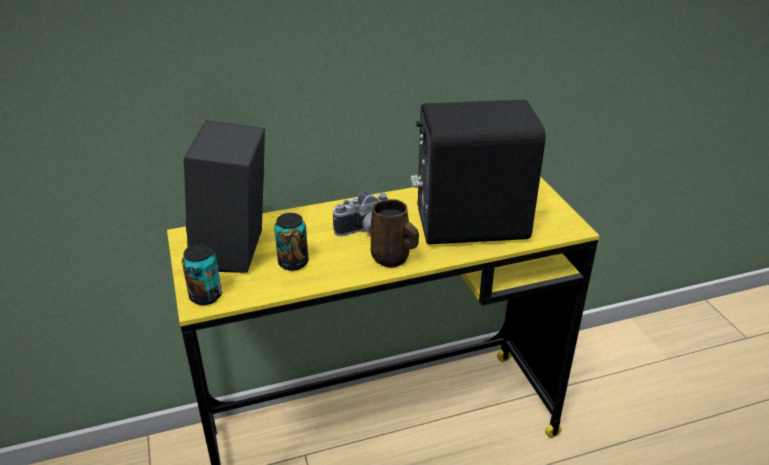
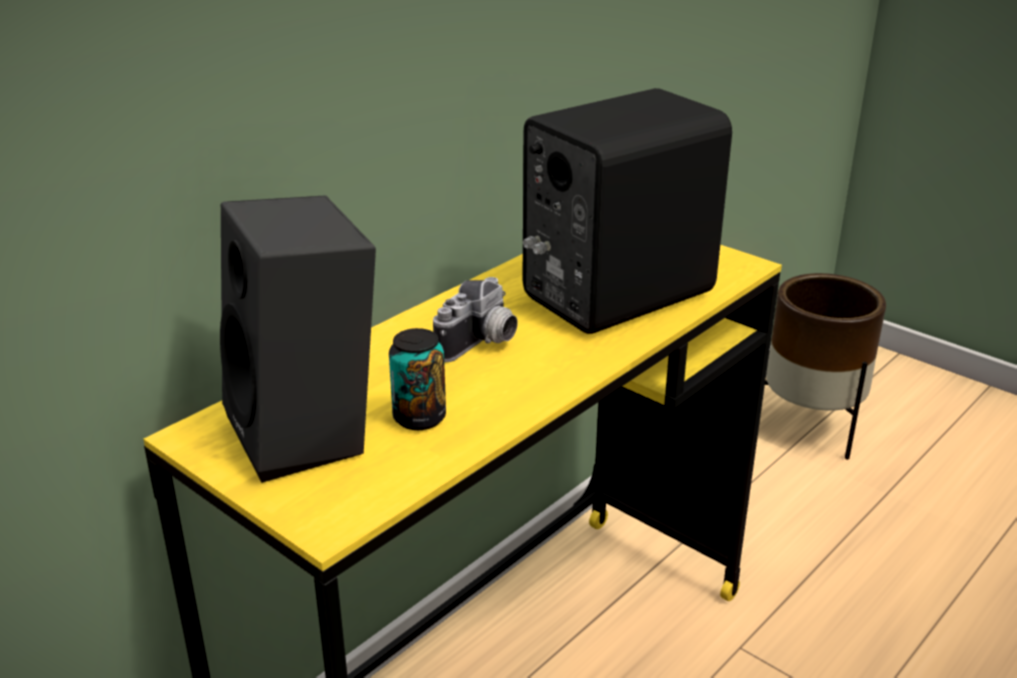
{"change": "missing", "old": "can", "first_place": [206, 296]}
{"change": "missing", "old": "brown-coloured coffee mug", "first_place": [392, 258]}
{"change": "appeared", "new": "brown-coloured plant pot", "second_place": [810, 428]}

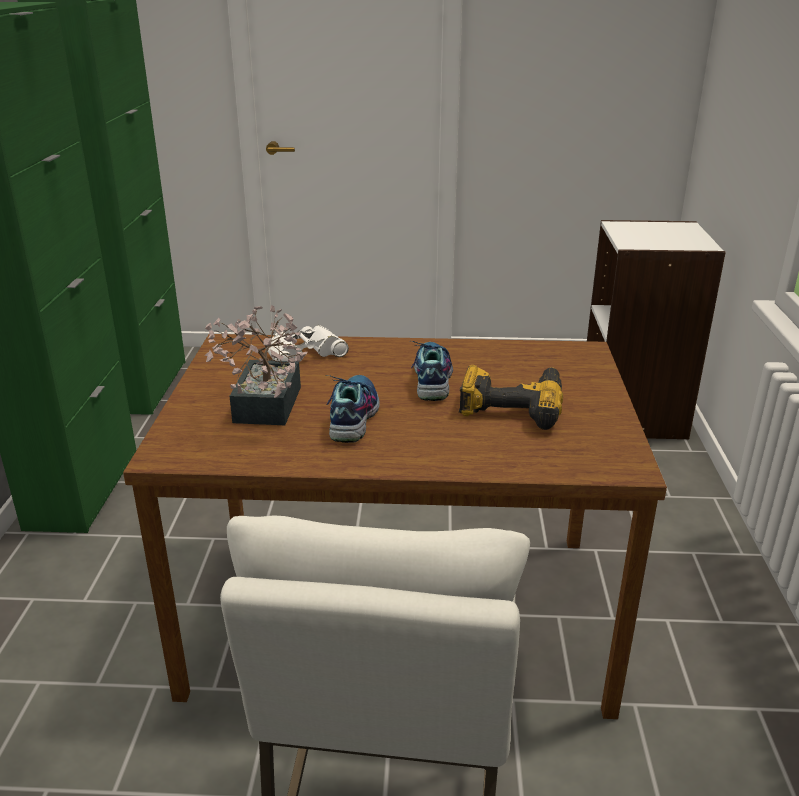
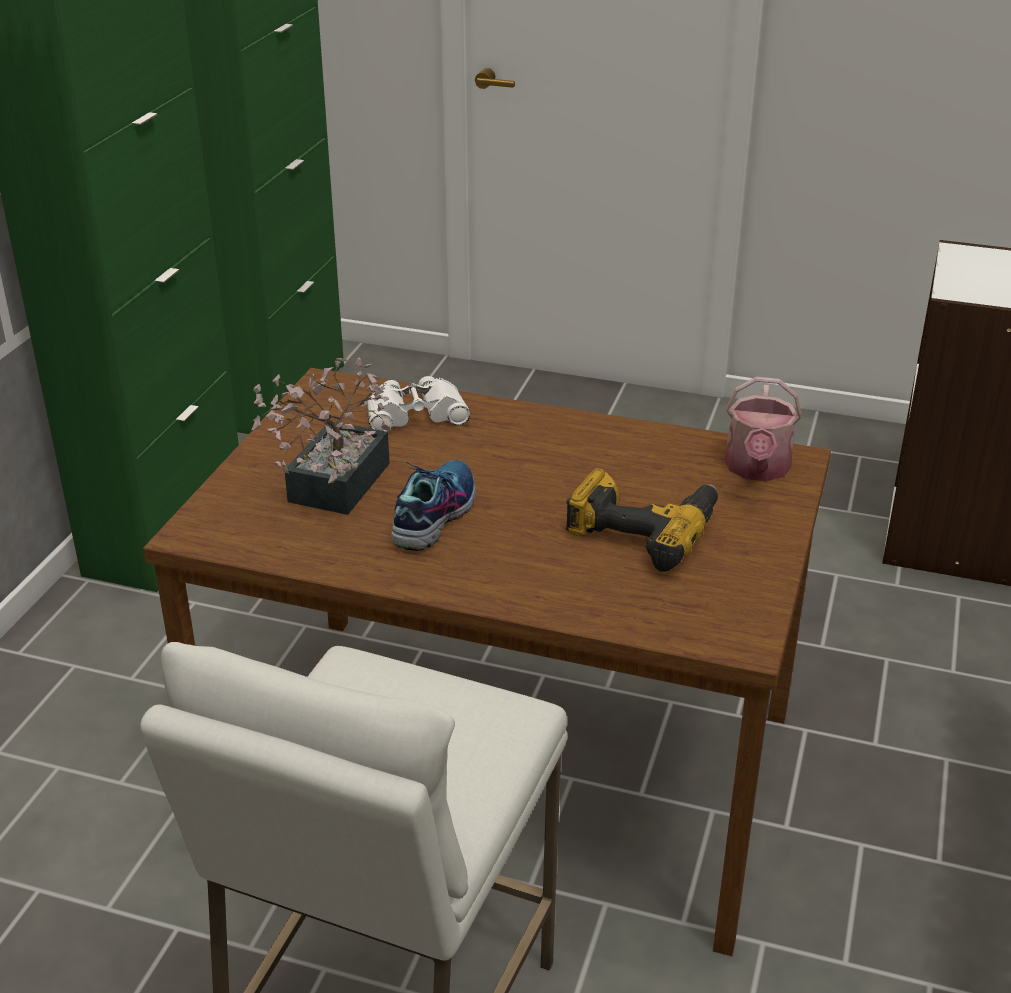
{"change": "missing", "old": "item of footwear", "first_place": [431, 379]}
{"change": "appeared", "new": "watering can", "second_place": [757, 469]}

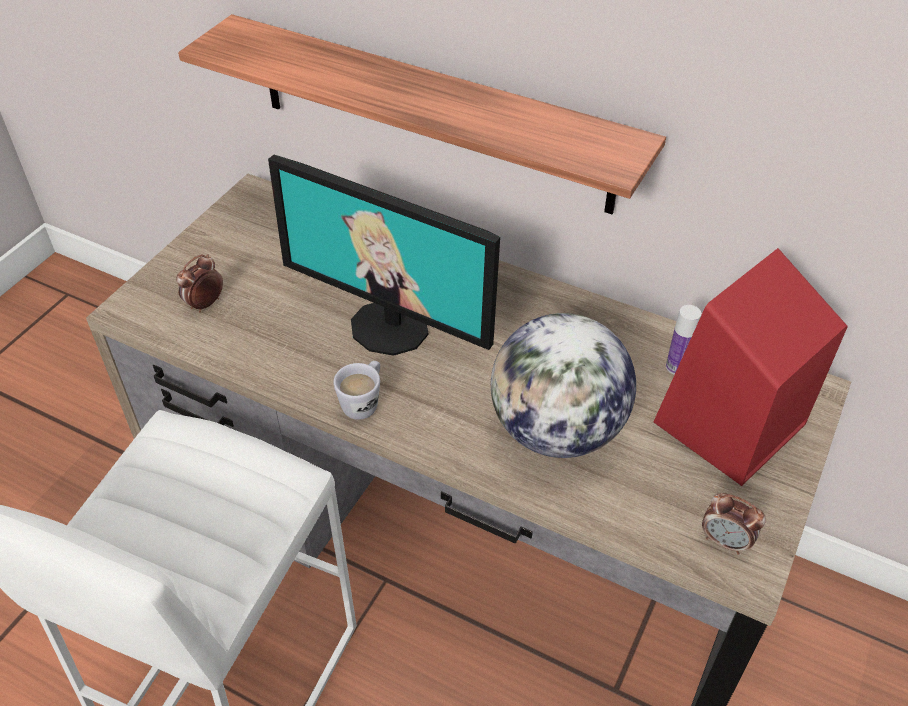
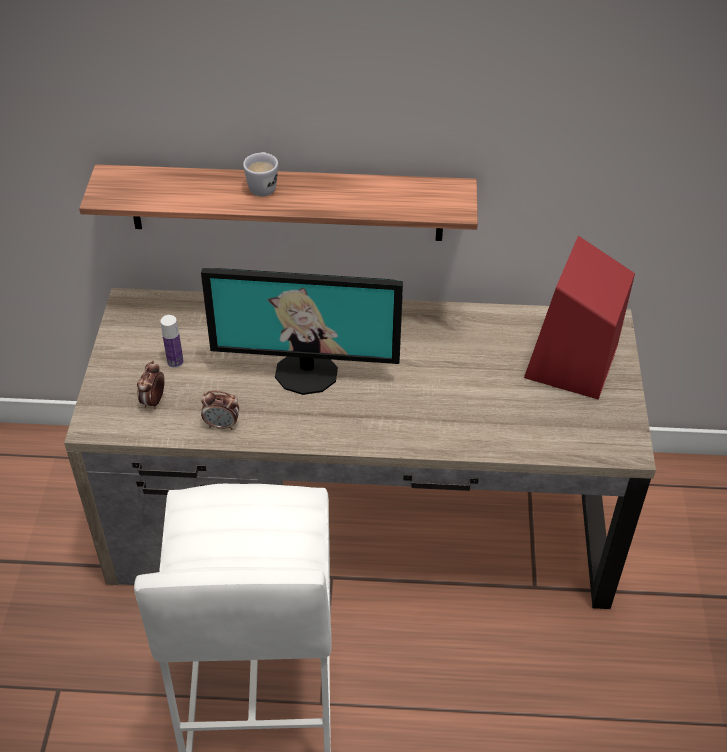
{"change": "relocated", "old": "white-coloured coffee mug", "first_place": [364, 402], "second_place": [263, 186]}
{"change": "missing", "old": "globe", "first_place": [557, 430]}
{"change": "relocated", "old": "drink bottle", "first_place": [676, 367], "second_place": [175, 362]}
{"change": "relocated", "old": "table clock", "first_place": [725, 541], "second_place": [222, 425]}

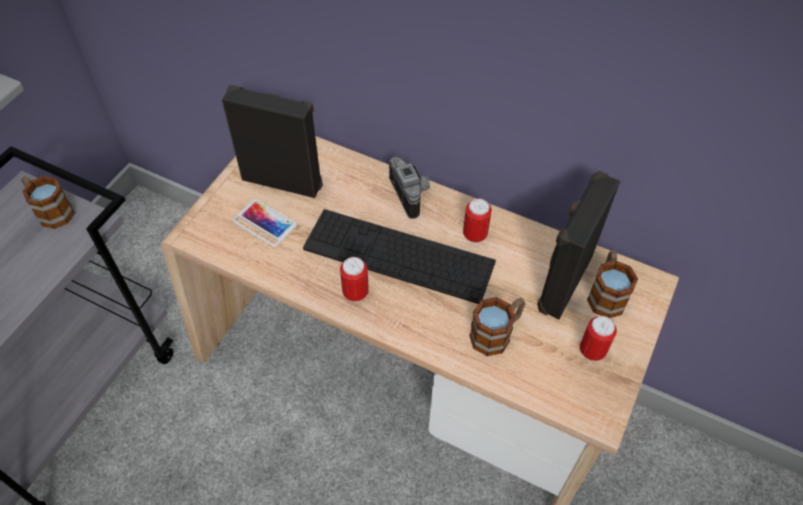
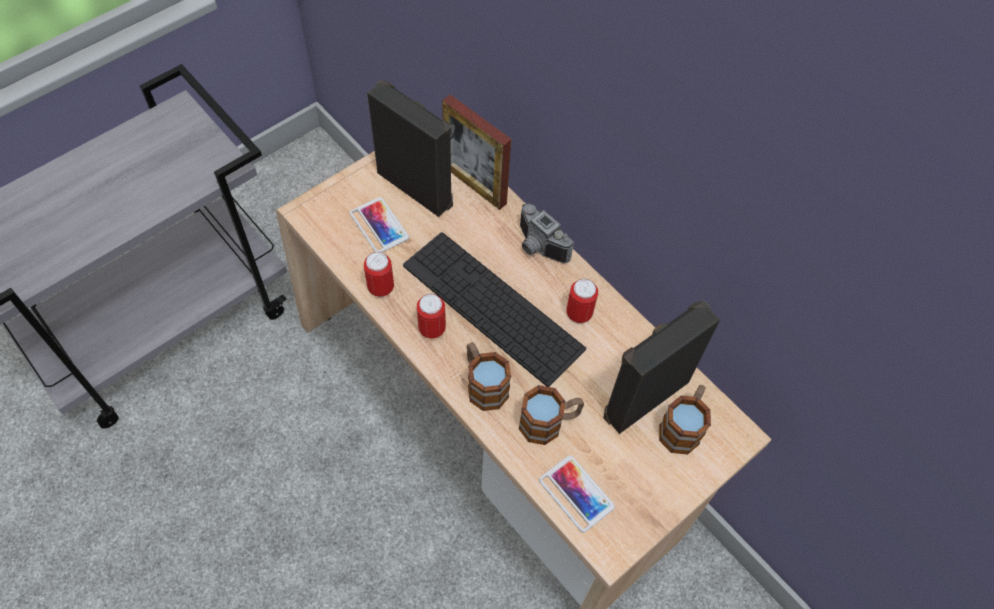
{"change": "relocated", "old": "coffee mug", "first_place": [51, 211], "second_place": [483, 384]}
{"change": "spun", "old": "still camera", "first_place": [412, 194], "second_place": [537, 247], "degrees": 135}
{"change": "relocated", "old": "can", "first_place": [592, 351], "second_place": [381, 288]}
{"change": "appeared", "new": "picture frame", "second_place": [475, 185]}
{"change": "appeared", "new": "phone", "second_place": [576, 493]}

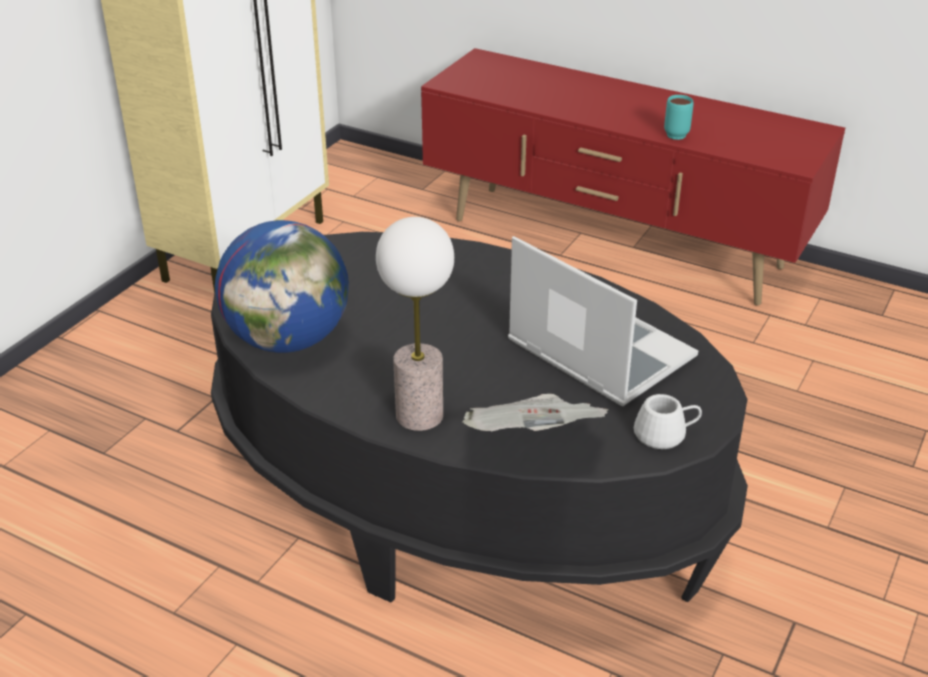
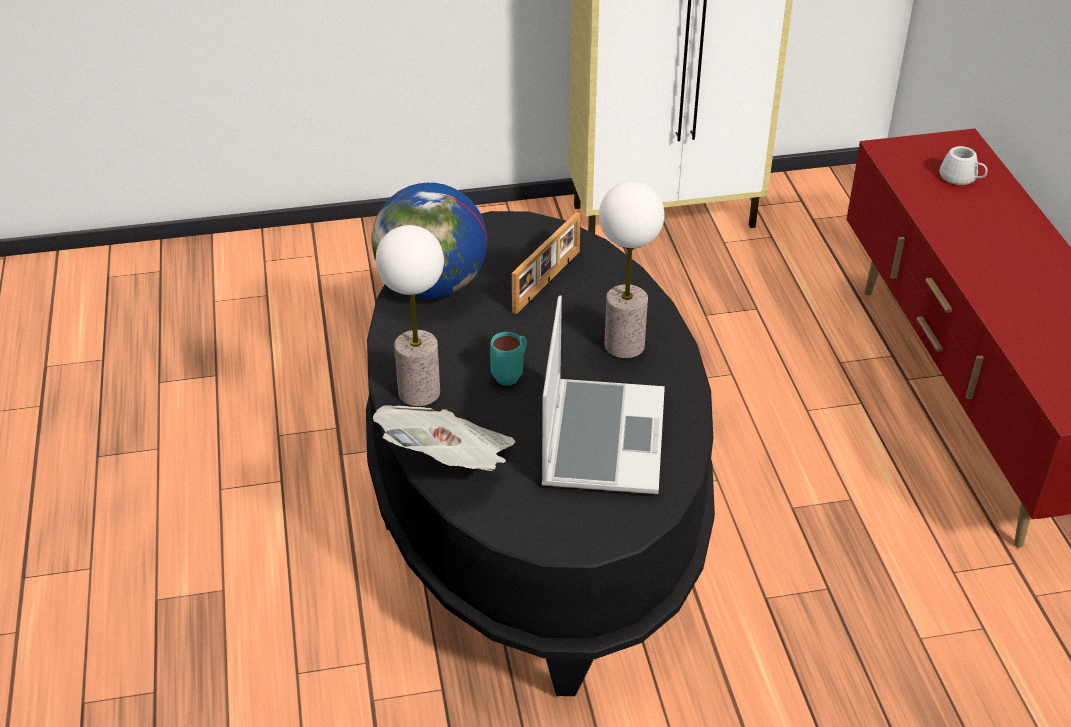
{"change": "relocated", "old": "white-coloured coffee mug", "first_place": [666, 434], "second_place": [962, 178]}
{"change": "relocated", "old": "turquoise coffee mug", "first_place": [674, 133], "second_place": [511, 375]}
{"change": "appeared", "new": "picture frame", "second_place": [548, 282]}
{"change": "appeared", "new": "tabletop lamp", "second_place": [624, 345]}

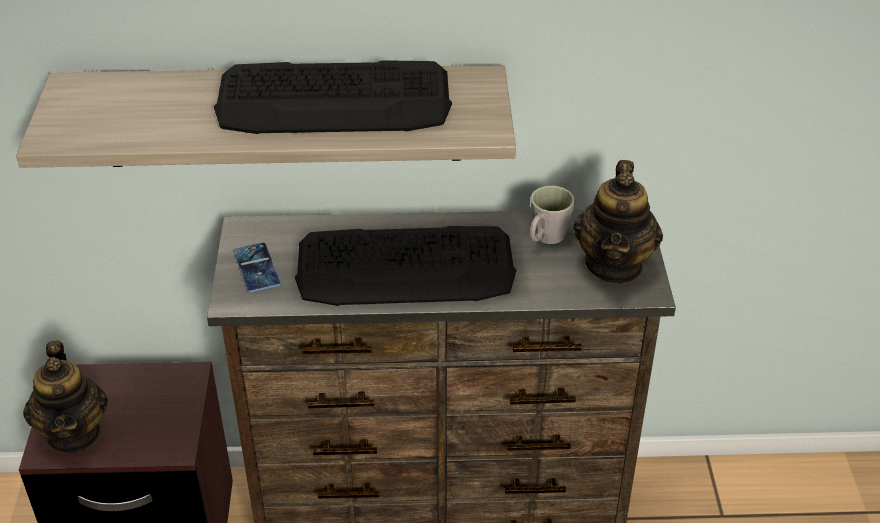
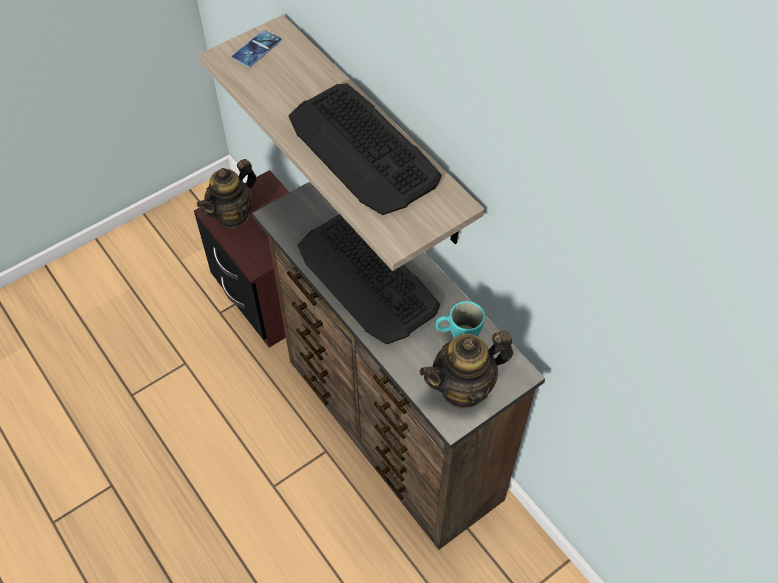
{"change": "relocated", "old": "phone", "first_place": [256, 268], "second_place": [256, 49]}
{"change": "colour", "old": "grey coffee mug", "new": "turquoise coffee mug", "first_place": [545, 238], "second_place": [458, 334]}

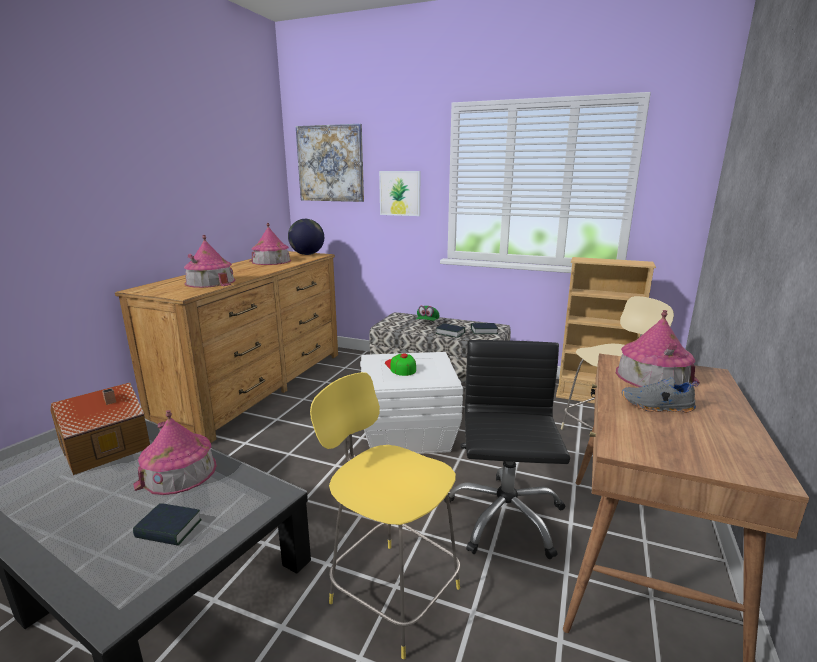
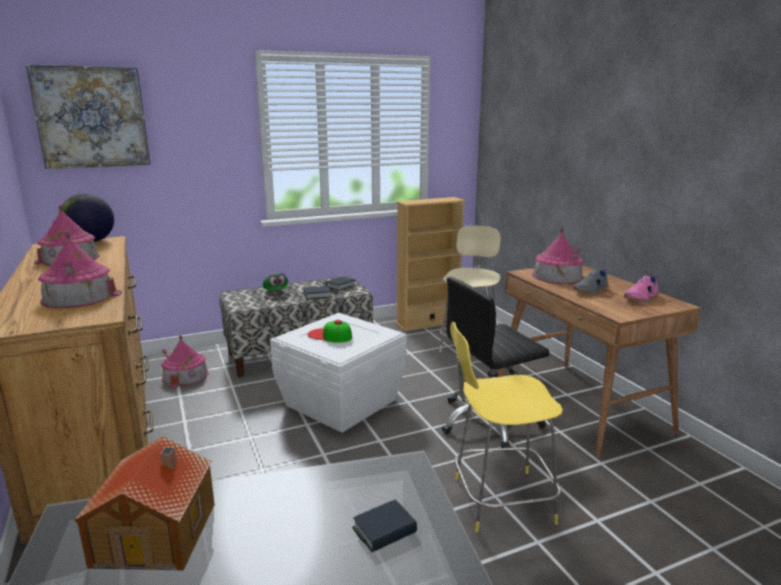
{"change": "relocated", "old": "model house", "first_place": [179, 472], "second_place": [185, 375]}
{"change": "missing", "old": "wall picture", "first_place": [400, 193]}
{"change": "spun", "old": "blackish computer chair", "first_place": [504, 516], "second_place": [489, 421], "degrees": -75}
{"change": "appeared", "new": "pink item of footwear", "second_place": [641, 298]}

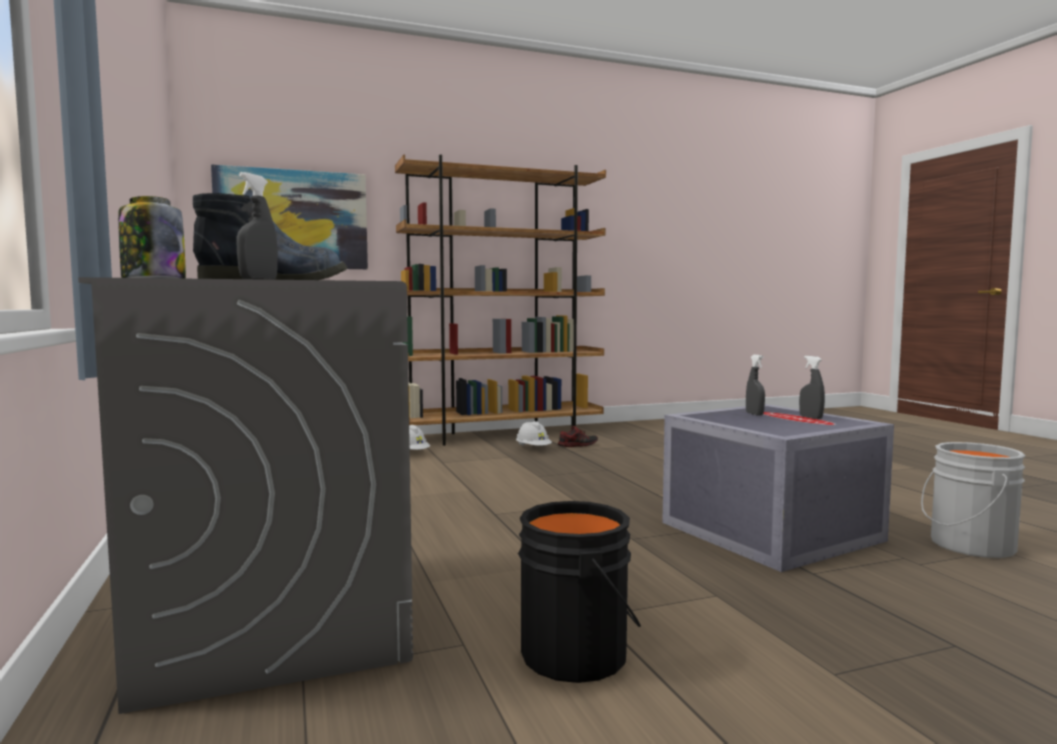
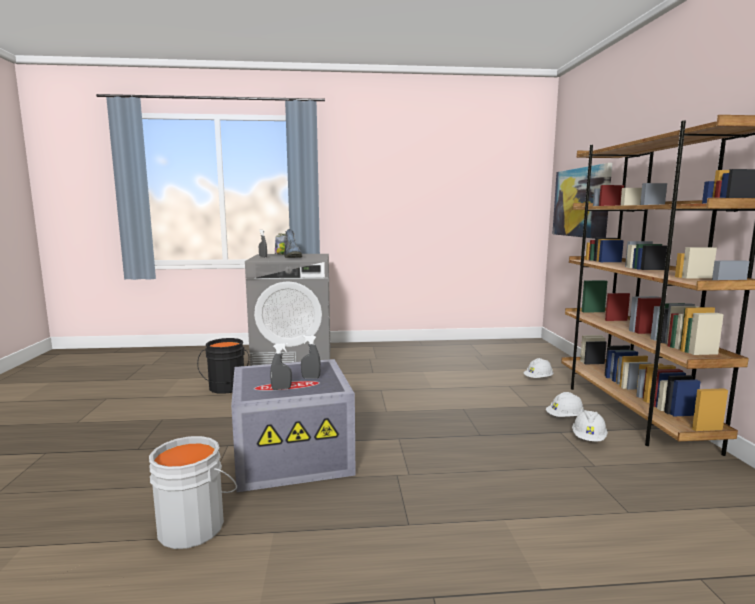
{"change": "exchanged", "old": "item of footwear", "new": "white-coloured work helmet", "first_place": [577, 445], "second_place": [589, 439]}

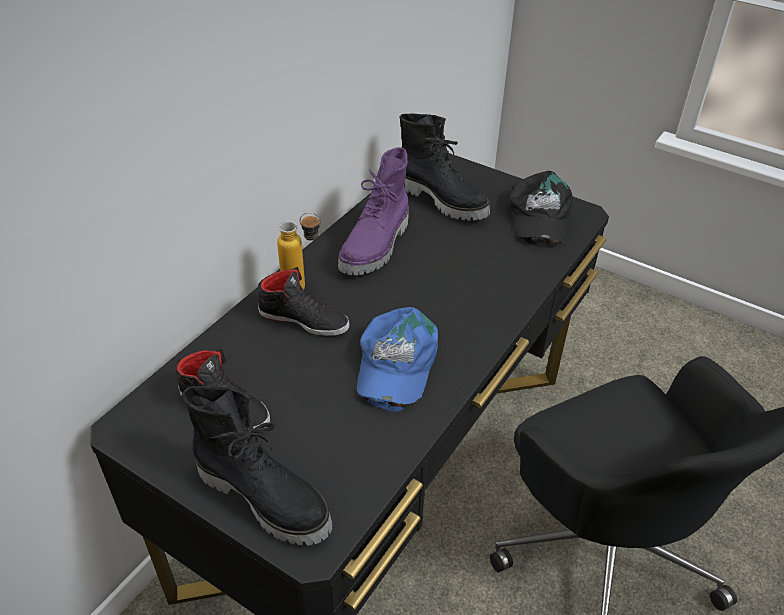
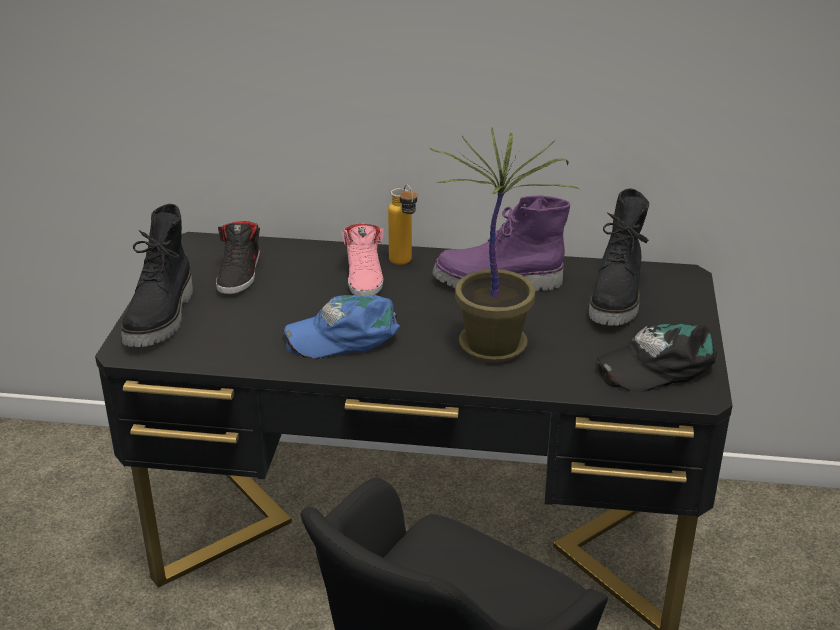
{"change": "colour", "old": "blackish item of footwear", "new": "pink item of footwear", "first_place": [304, 319], "second_place": [365, 276]}
{"change": "appeared", "new": "potted plant", "second_place": [494, 344]}

